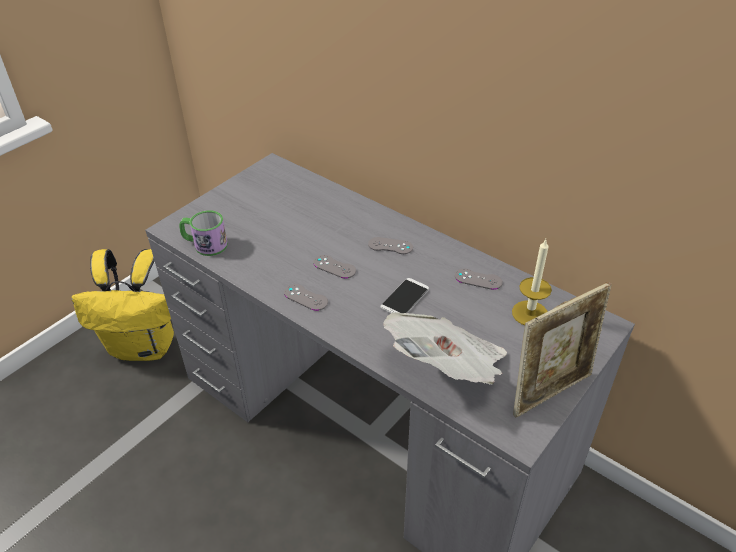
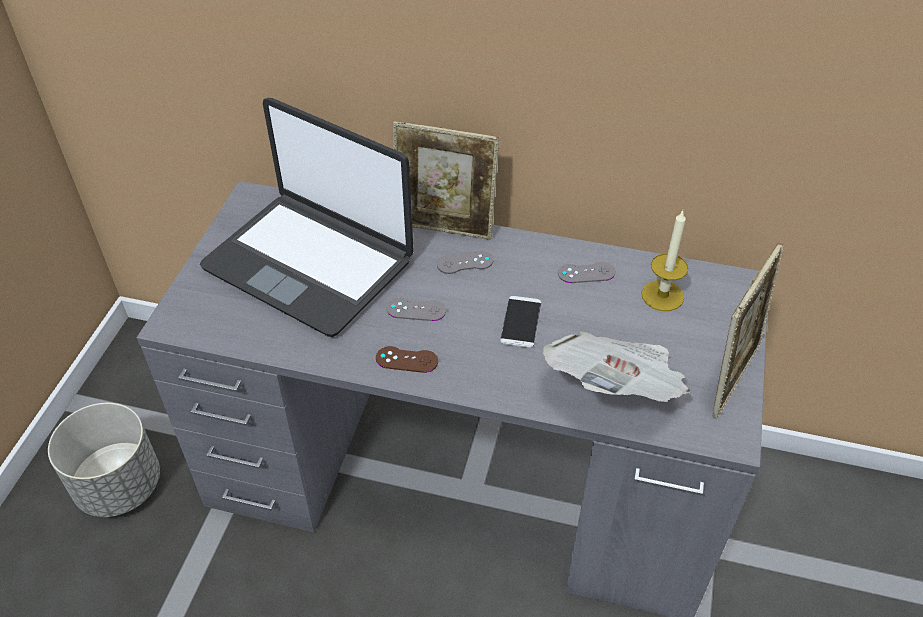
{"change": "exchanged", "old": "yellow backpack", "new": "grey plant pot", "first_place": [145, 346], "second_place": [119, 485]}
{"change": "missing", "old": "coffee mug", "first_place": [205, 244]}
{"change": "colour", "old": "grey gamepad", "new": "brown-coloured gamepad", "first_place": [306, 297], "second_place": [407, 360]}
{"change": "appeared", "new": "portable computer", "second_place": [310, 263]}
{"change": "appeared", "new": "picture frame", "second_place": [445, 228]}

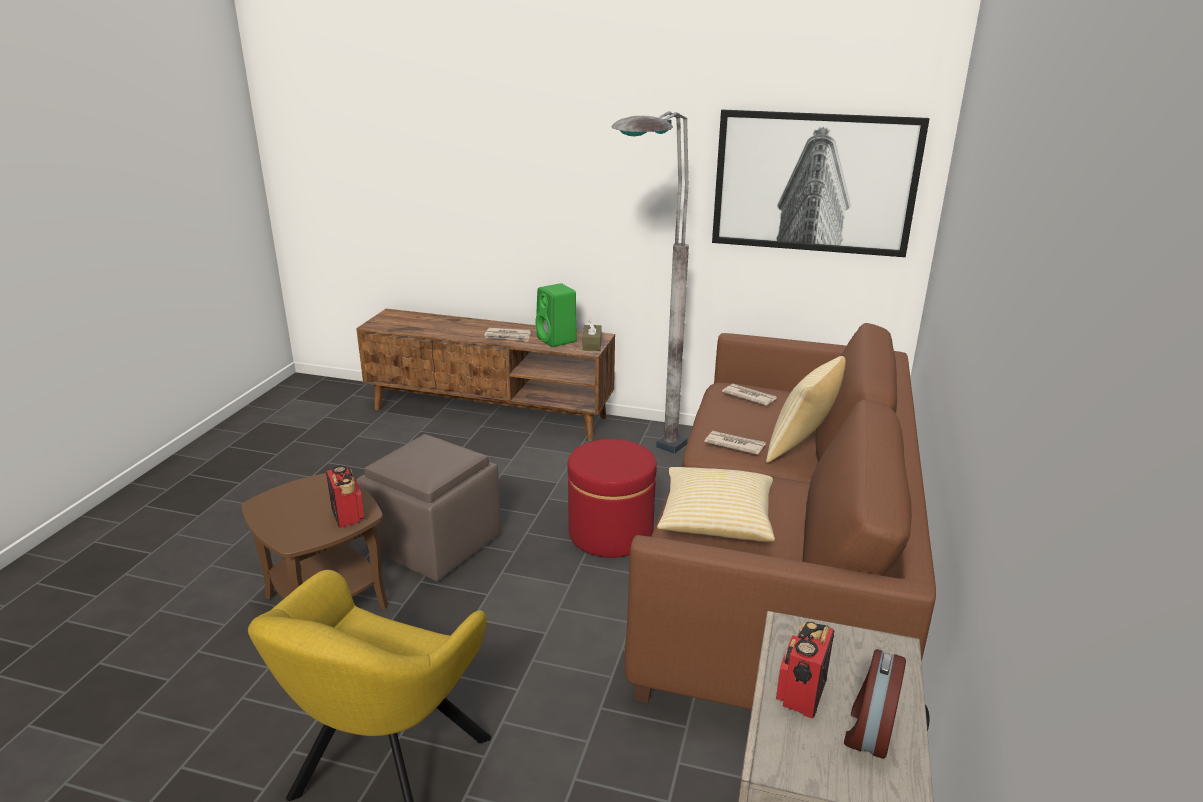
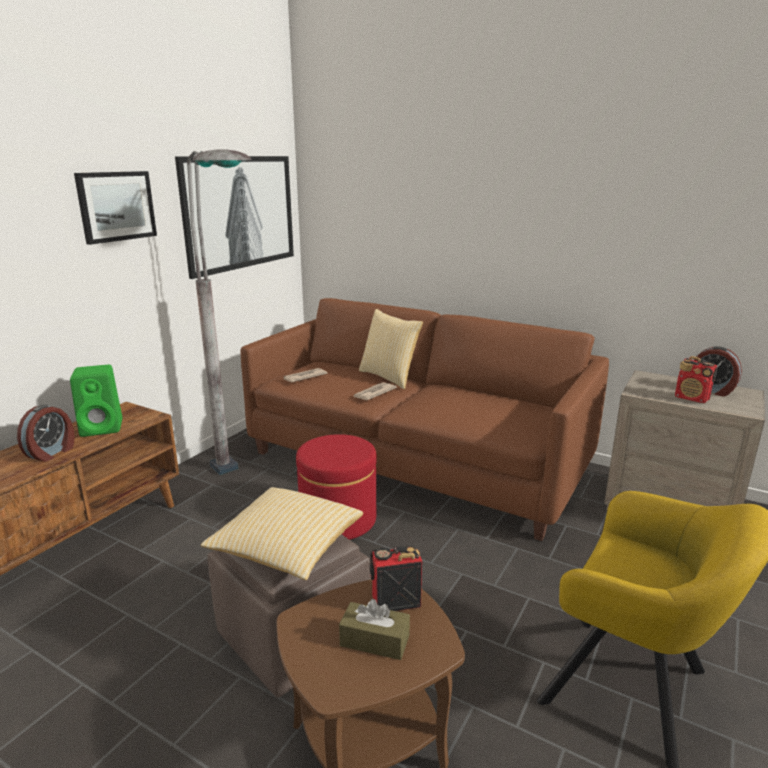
{"change": "exchanged", "old": "printed paper", "new": "table clock", "first_place": [508, 336], "second_place": [51, 452]}
{"change": "relocated", "old": "brown-coloured tissue box", "first_place": [592, 344], "second_place": [375, 641]}
{"change": "relocated", "old": "throw pillow", "first_place": [716, 521], "second_place": [286, 549]}
{"change": "appeared", "new": "wall picture", "second_place": [116, 206]}

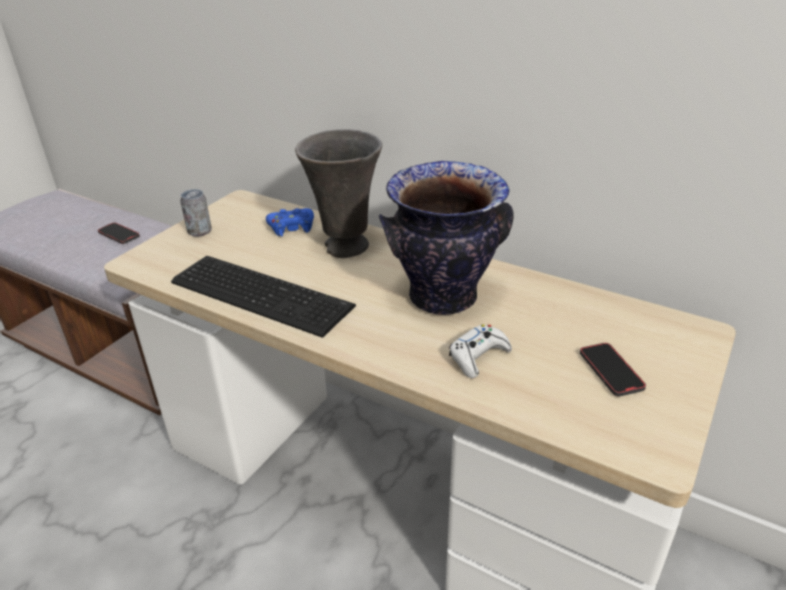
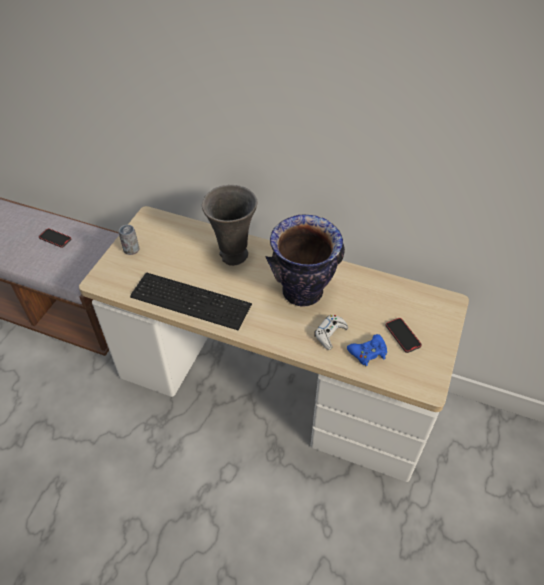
{"change": "relocated", "old": "bluish gamepad", "first_place": [292, 227], "second_place": [368, 353]}

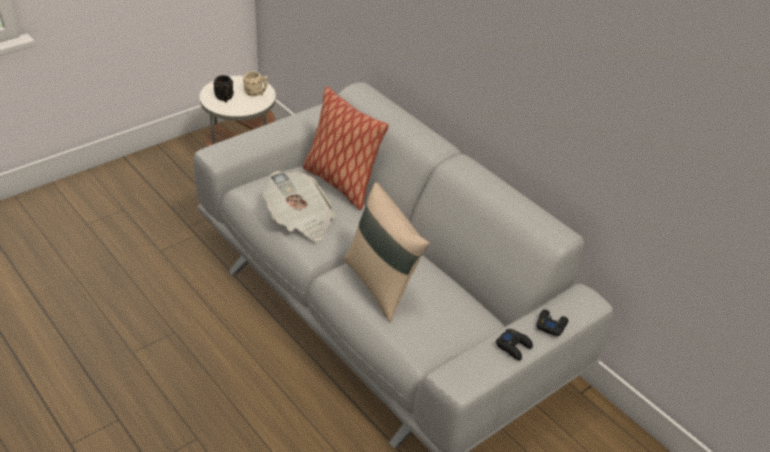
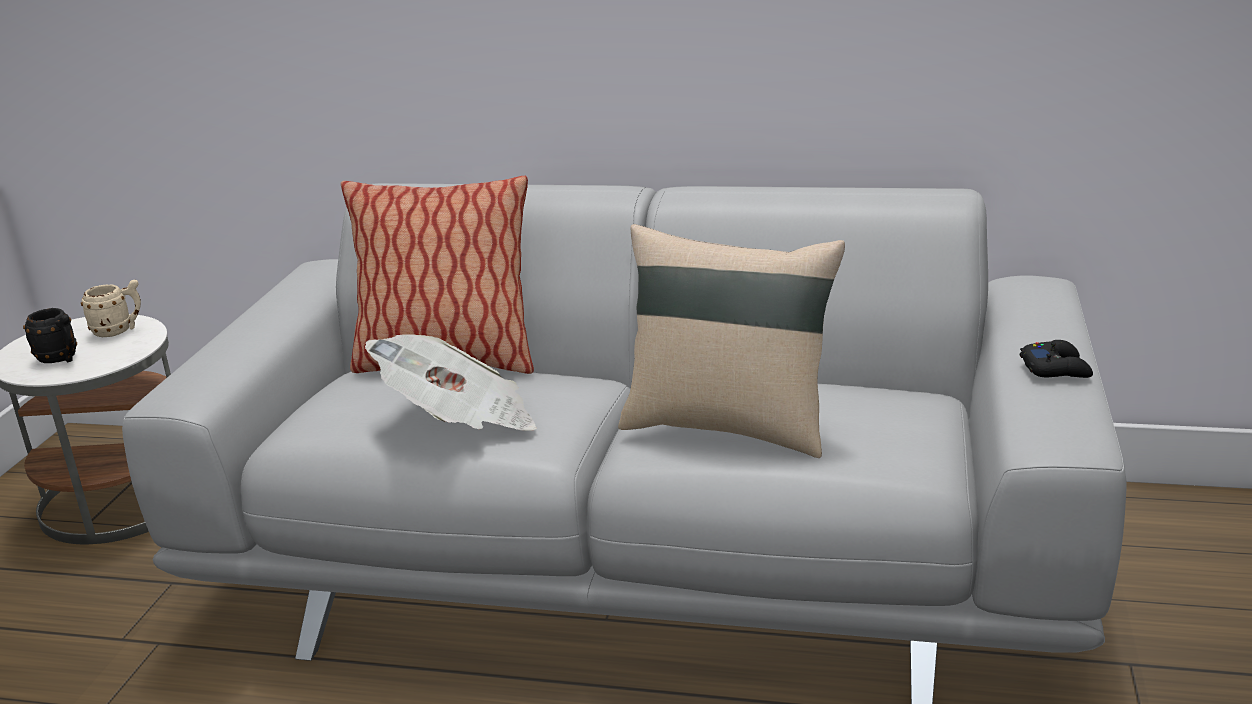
{"change": "missing", "old": "blackish gamepad", "first_place": [550, 325]}

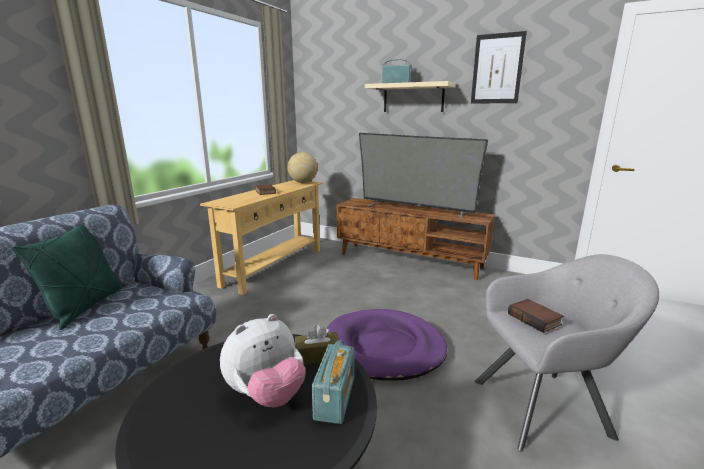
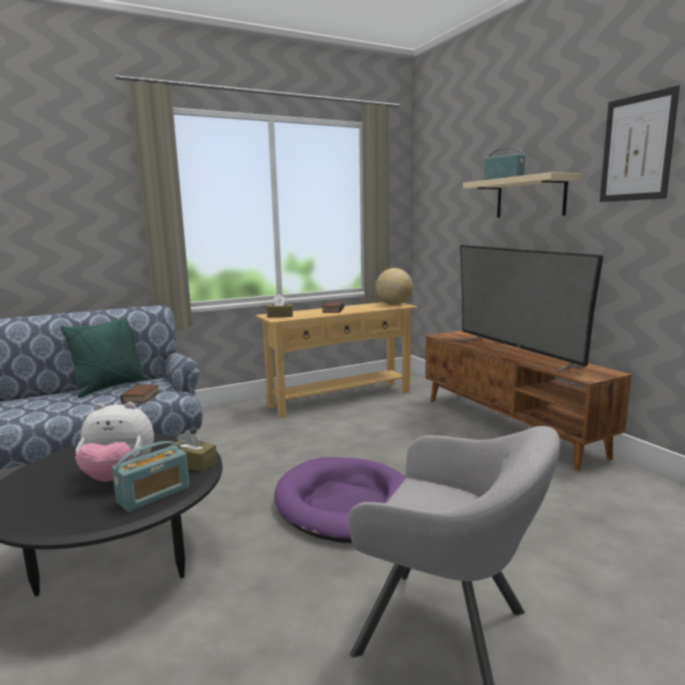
{"change": "relocated", "old": "bound book", "first_place": [535, 319], "second_place": [141, 397]}
{"change": "appeared", "new": "brown-coloured tissue box", "second_place": [280, 316]}

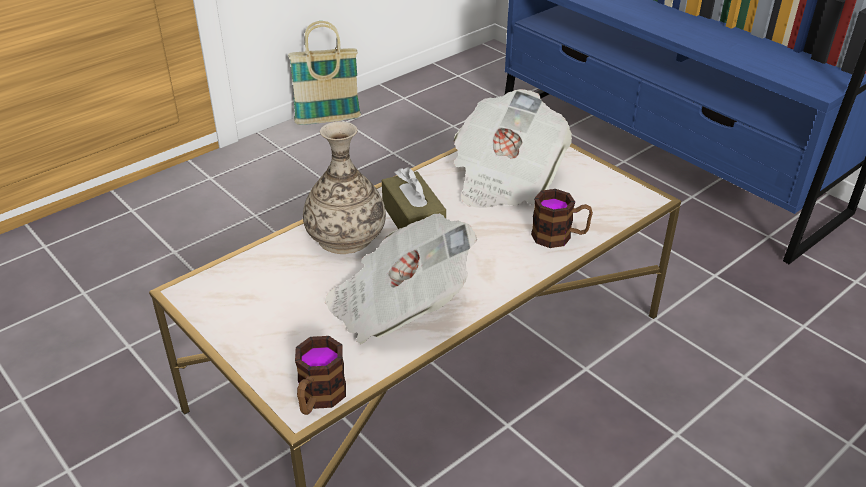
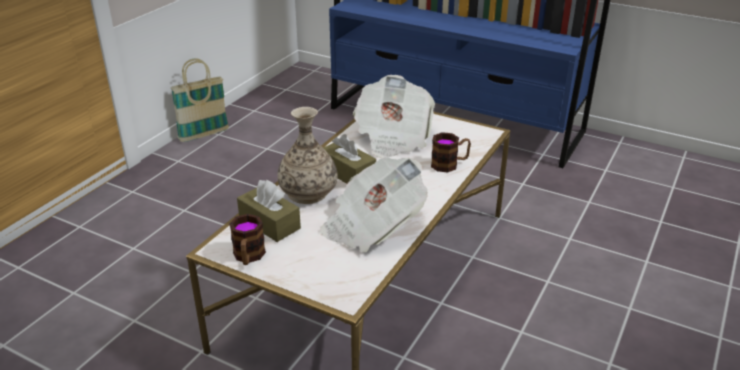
{"change": "relocated", "old": "coffee mug", "first_place": [318, 398], "second_place": [248, 257]}
{"change": "appeared", "new": "brown-coloured tissue box", "second_place": [269, 223]}

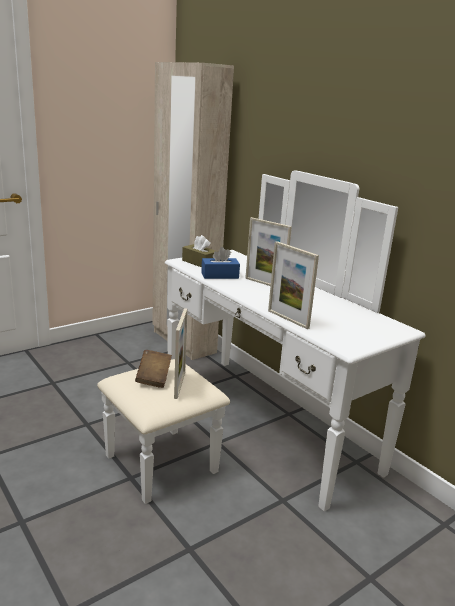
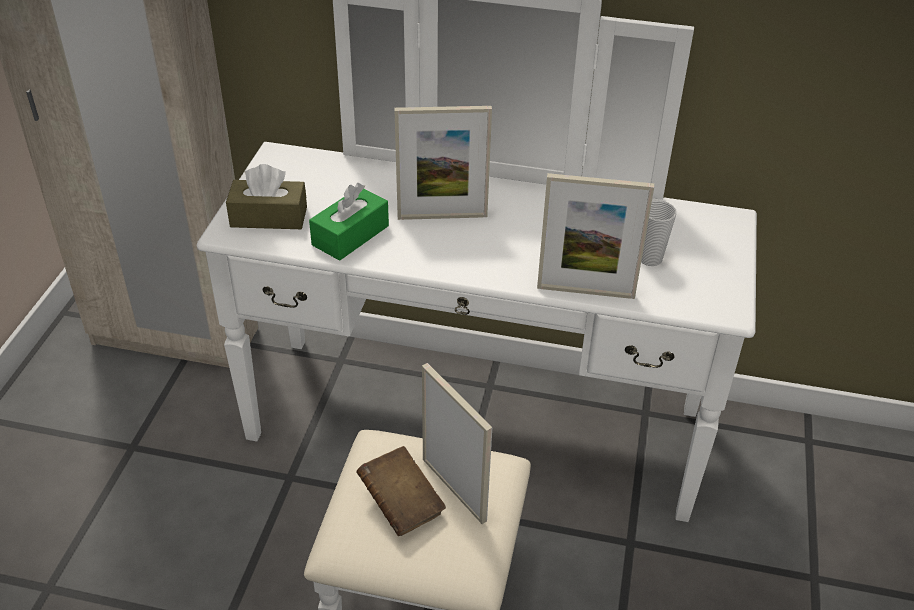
{"change": "colour", "old": "bluish tissue box", "new": "green tissue box", "first_place": [220, 275], "second_place": [350, 235]}
{"change": "appeared", "new": "cup", "second_place": [650, 259]}

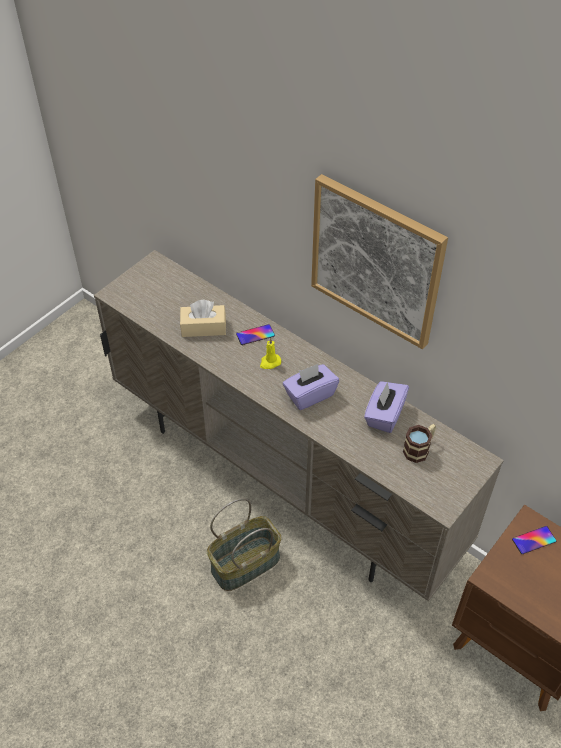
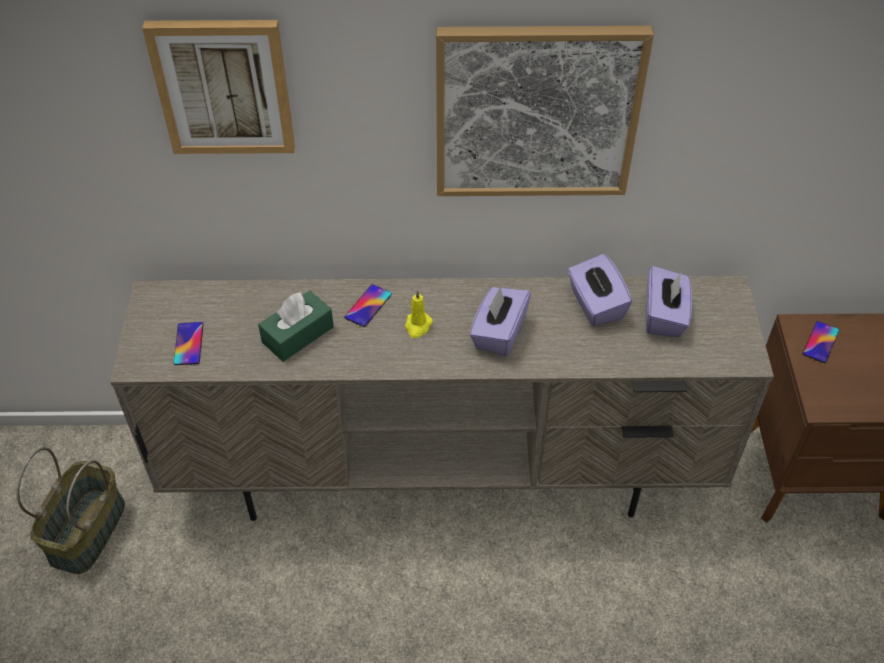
{"change": "colour", "old": "beige tissue box", "new": "green tissue box", "first_place": [203, 327], "second_place": [298, 334]}
{"change": "relocated", "old": "basket", "first_place": [245, 563], "second_place": [86, 530]}
{"change": "exchanged", "old": "coffee mug", "new": "purple-coloured tissue box", "first_place": [419, 449], "second_place": [664, 316]}
{"change": "appeared", "new": "wall picture", "second_place": [223, 86]}
{"change": "appeared", "new": "phone", "second_place": [188, 344]}

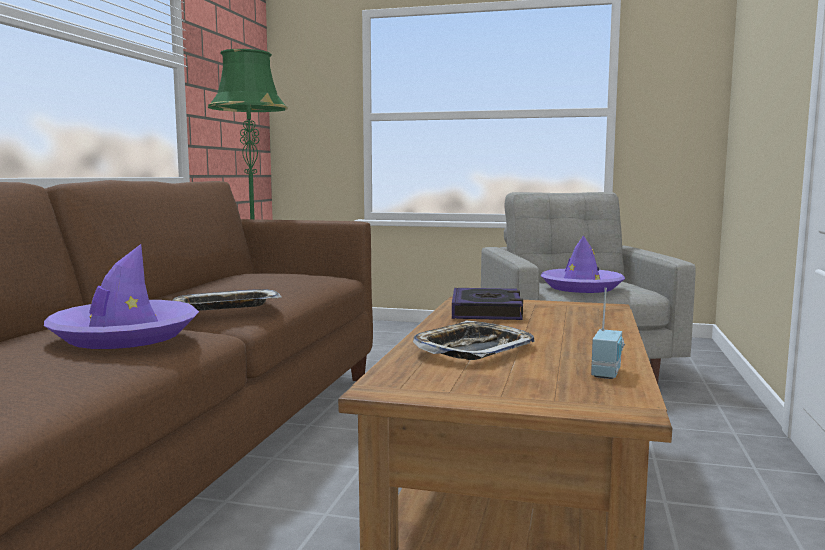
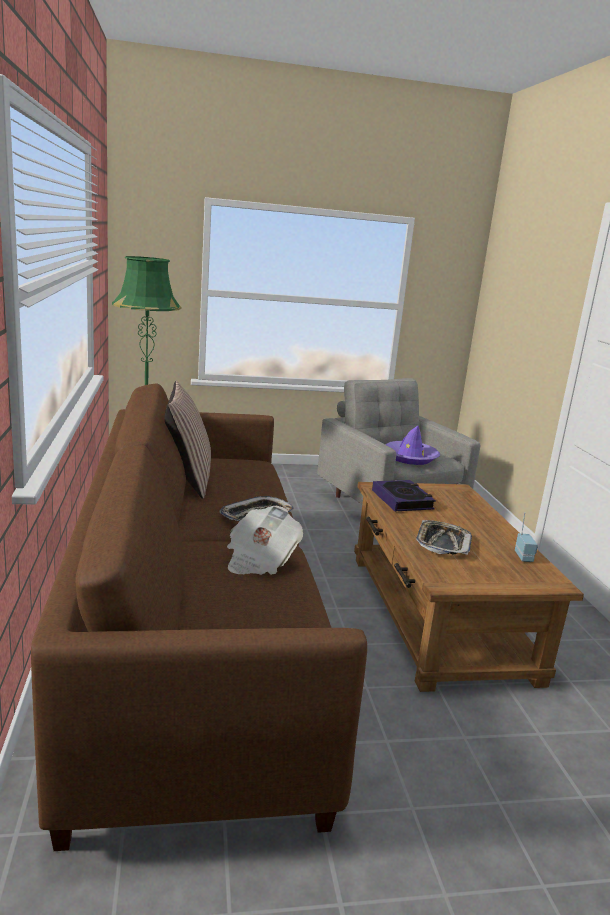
{"change": "exchanged", "old": "purple-coloured wearable hat", "new": "printed paper", "first_place": [125, 336], "second_place": [260, 560]}
{"change": "appeared", "new": "throw pillow", "second_place": [187, 479]}

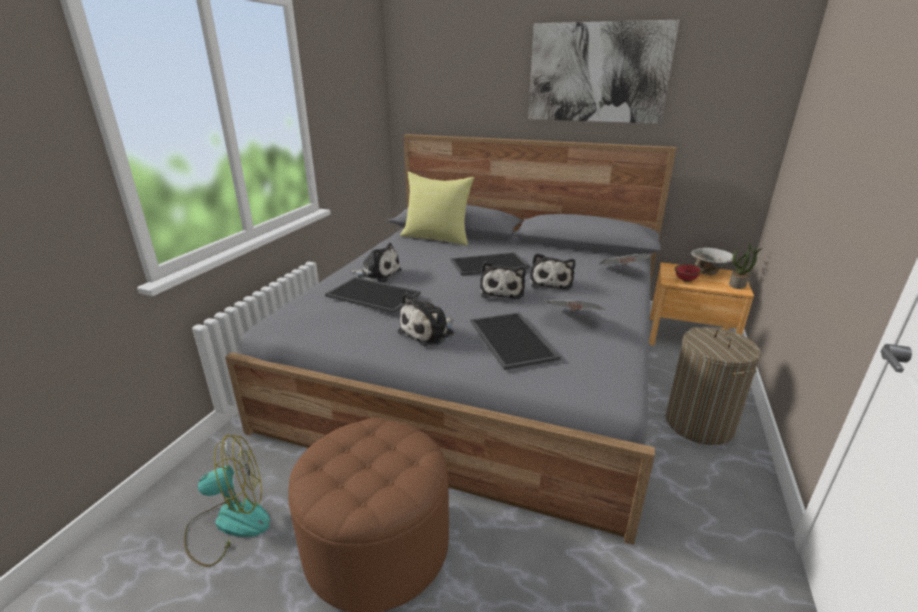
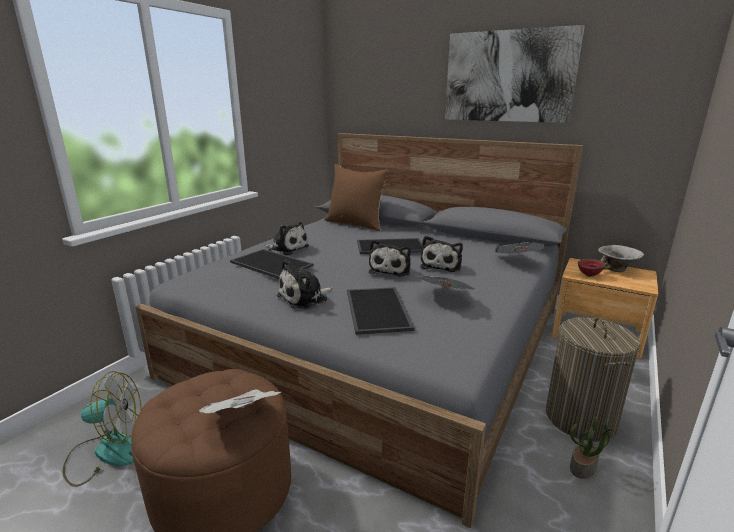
{"change": "colour", "old": "yellow throw pillow", "new": "brown-coloured throw pillow", "first_place": [437, 238], "second_place": [356, 224]}
{"change": "relocated", "old": "potted plant", "first_place": [738, 284], "second_place": [583, 467]}
{"change": "appeared", "new": "printed paper", "second_place": [244, 417]}

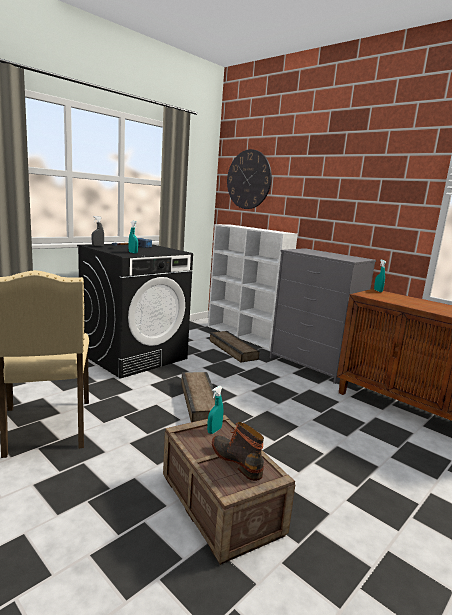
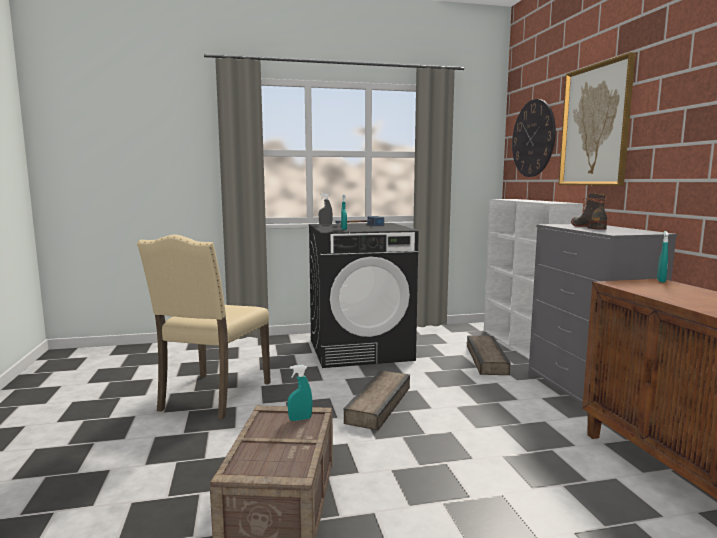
{"change": "relocated", "old": "tall boot", "first_place": [237, 460], "second_place": [589, 227]}
{"change": "appeared", "new": "wall picture", "second_place": [595, 125]}

